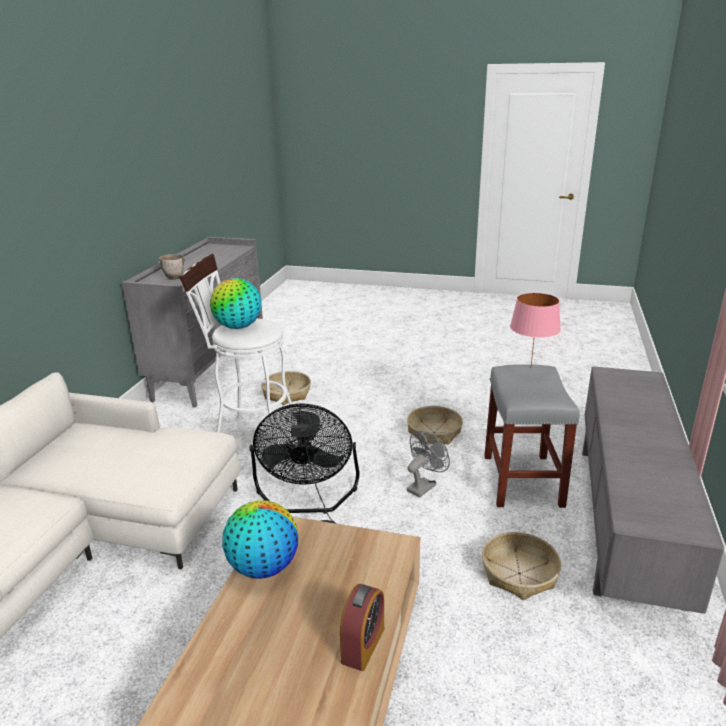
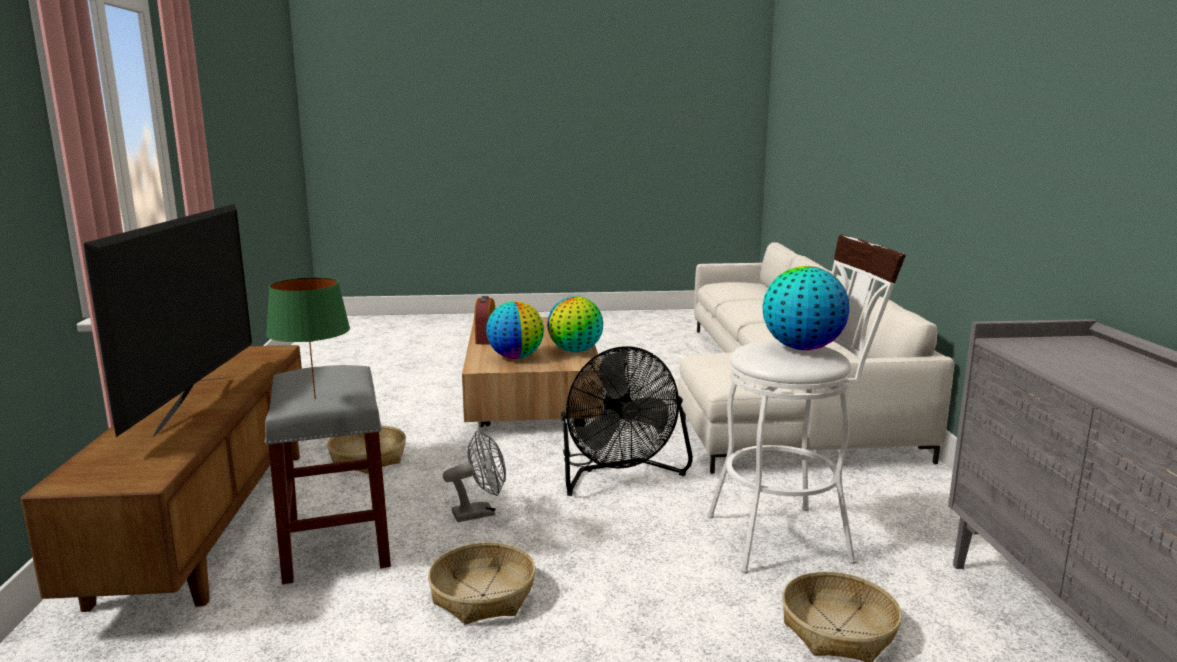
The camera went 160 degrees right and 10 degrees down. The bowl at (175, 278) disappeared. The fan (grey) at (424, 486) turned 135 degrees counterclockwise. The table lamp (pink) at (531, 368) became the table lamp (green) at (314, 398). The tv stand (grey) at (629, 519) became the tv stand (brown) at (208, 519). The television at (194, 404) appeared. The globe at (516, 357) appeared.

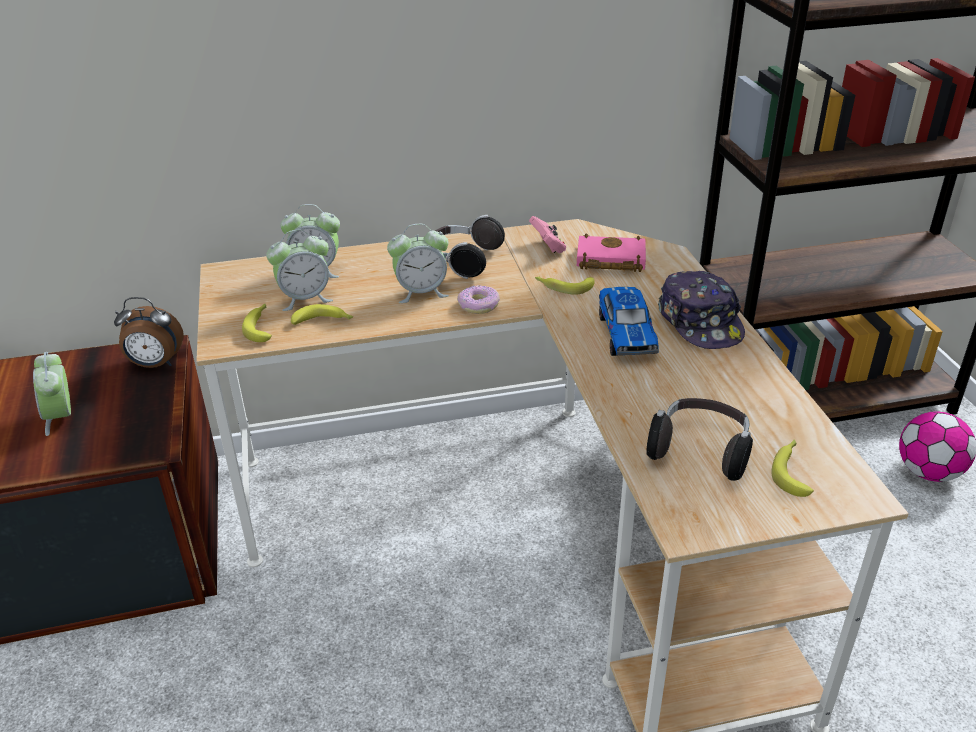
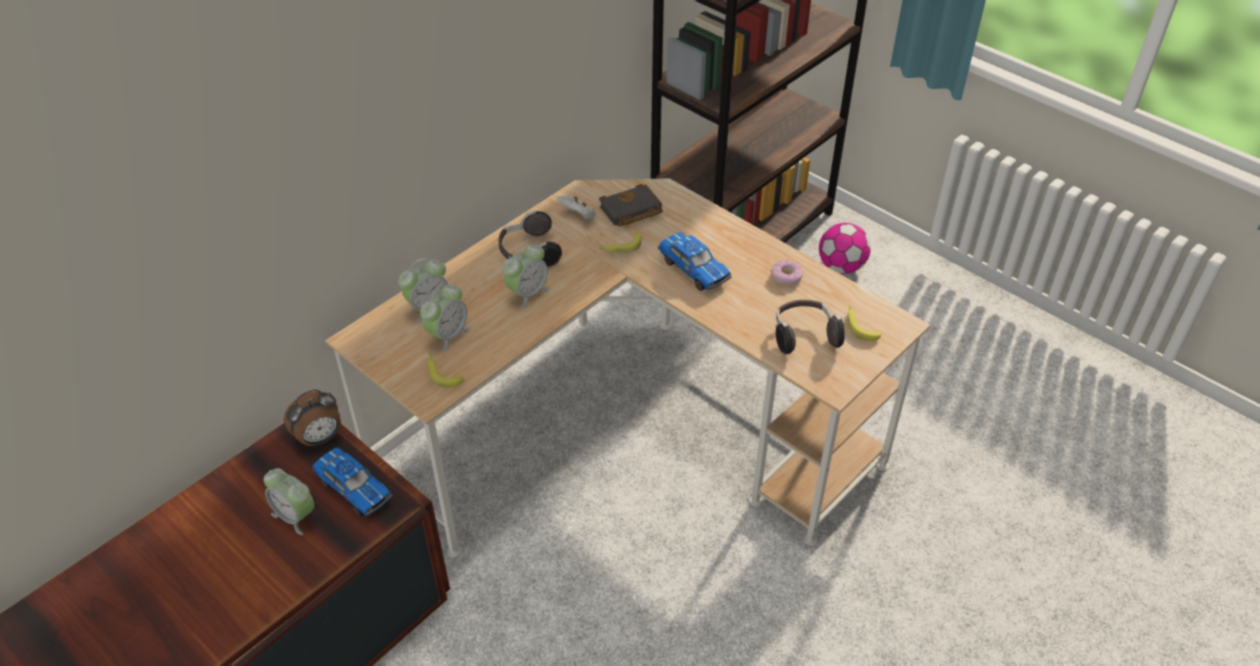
The camera went 35 degrees left and 10 degrees up. The banana at (324, 321) disappeared. The donut moved from (479, 305) to (786, 277). The game controller (pink) at (548, 247) became the game controller (white) at (578, 216). The book (pink) at (608, 260) became the book (black) at (630, 211). The cap at (700, 322) disappeared. The toy car at (353, 488) appeared.

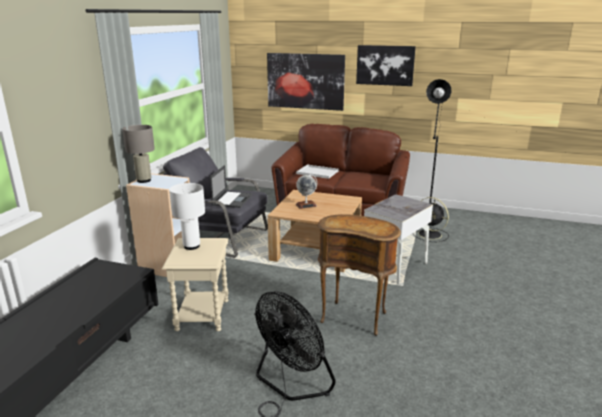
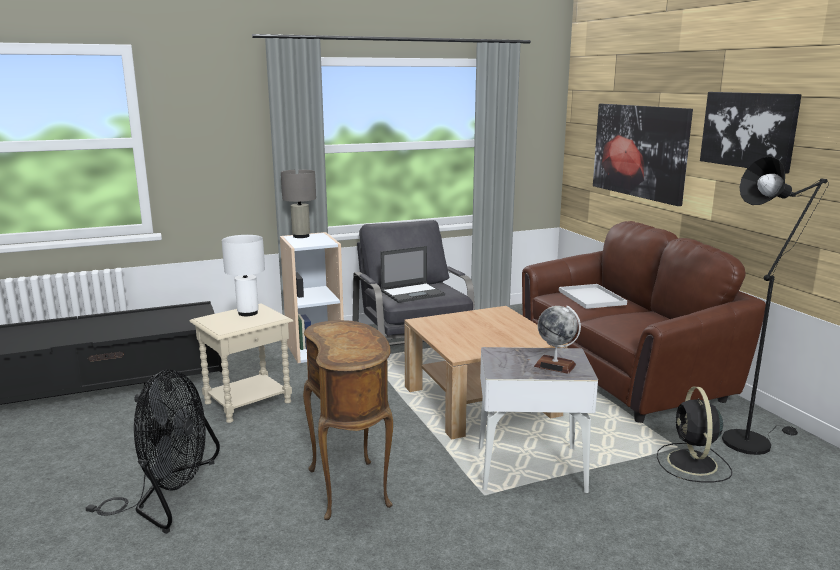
The camera went 50 degrees right and 5 degrees down. The globe moved from (306, 205) to (555, 365).

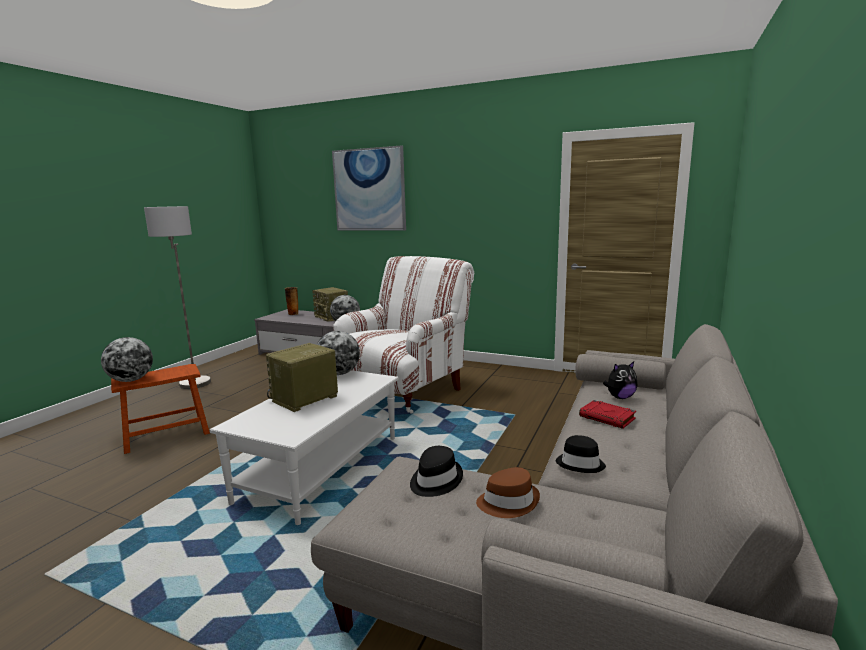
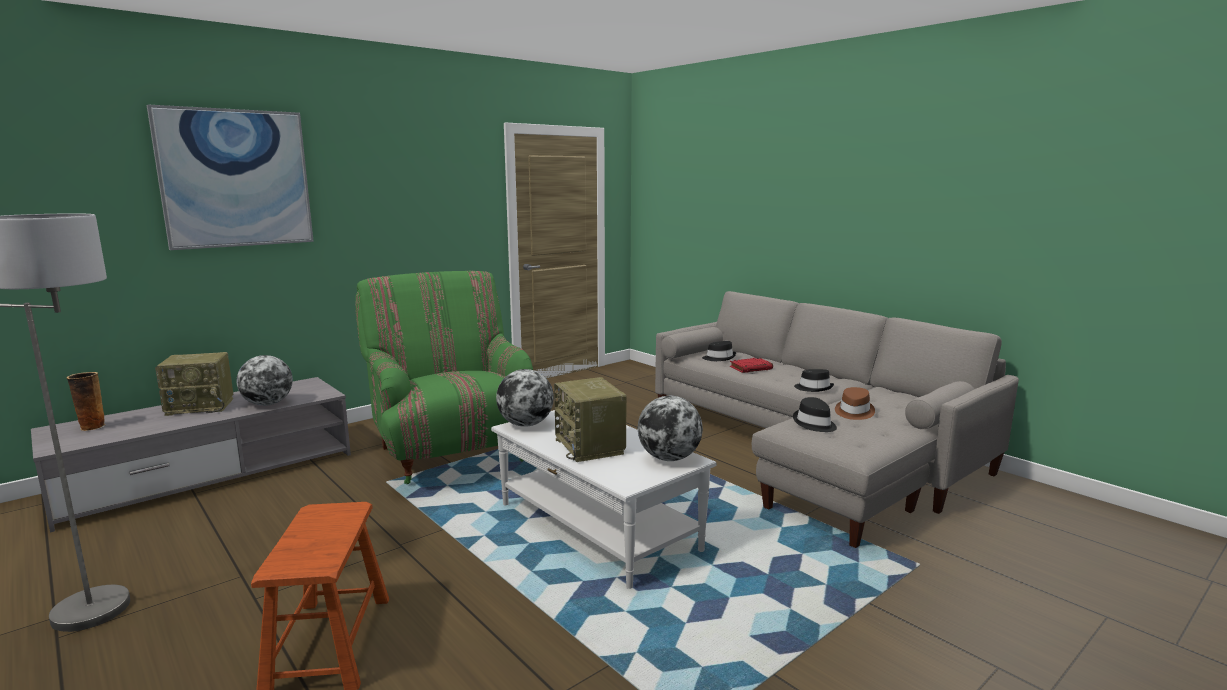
The camera went 65 degrees left and 0 degrees up. The globe moved from (131, 380) to (669, 458). The armchair (white) at (402, 392) became the armchair (green) at (453, 455). The plush toy at (620, 397) was replaced by the hat (black) at (719, 358).

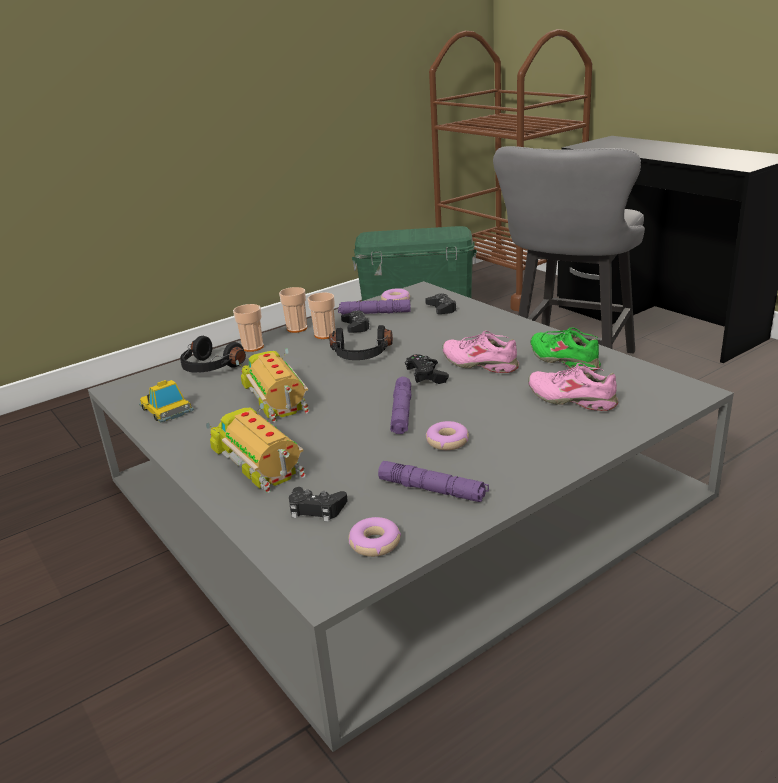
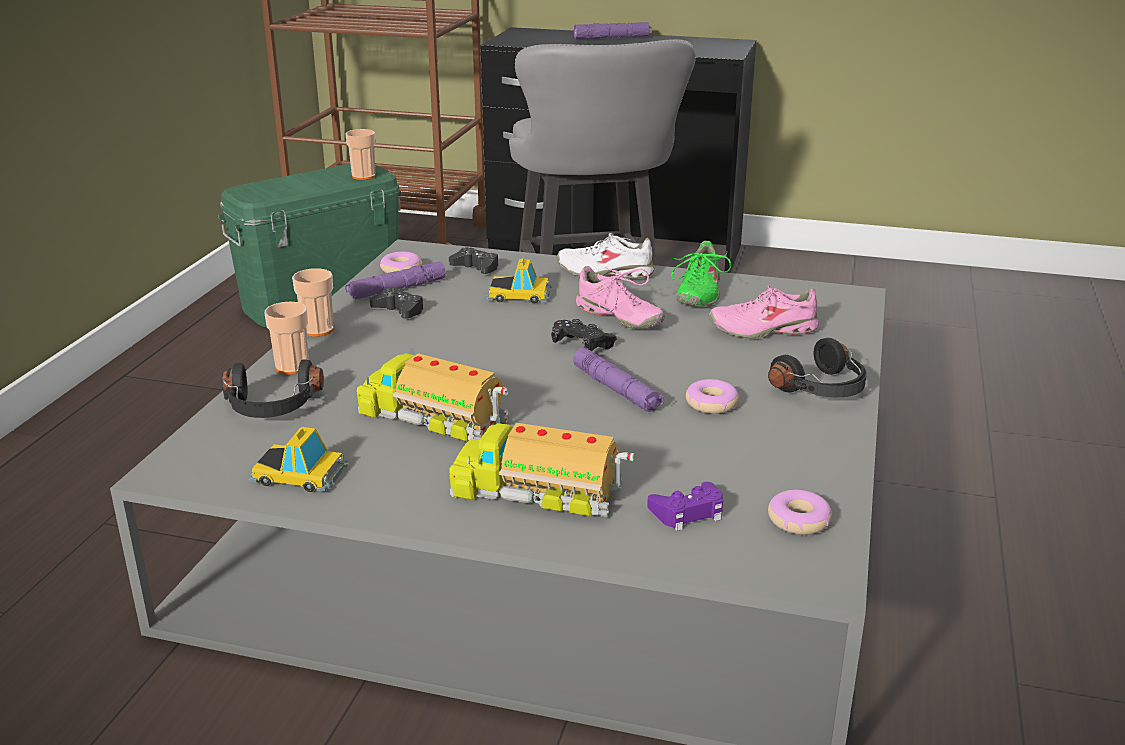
The camera went 40 degrees left and 0 degrees up. The game controller (black) at (316, 509) became the game controller (purple) at (688, 513). The cup moved from (325, 335) to (363, 176). The headphones (black) moved from (361, 356) to (823, 389). The flashlight (purple) moved from (432, 490) to (612, 38). The shoe (pink) at (480, 363) turned 135 degrees counterclockwise. The shoe (green) at (564, 360) turned 90 degrees counterclockwise. The toy car at (519, 294) appeared. The shoe (white) at (605, 272) appeared.

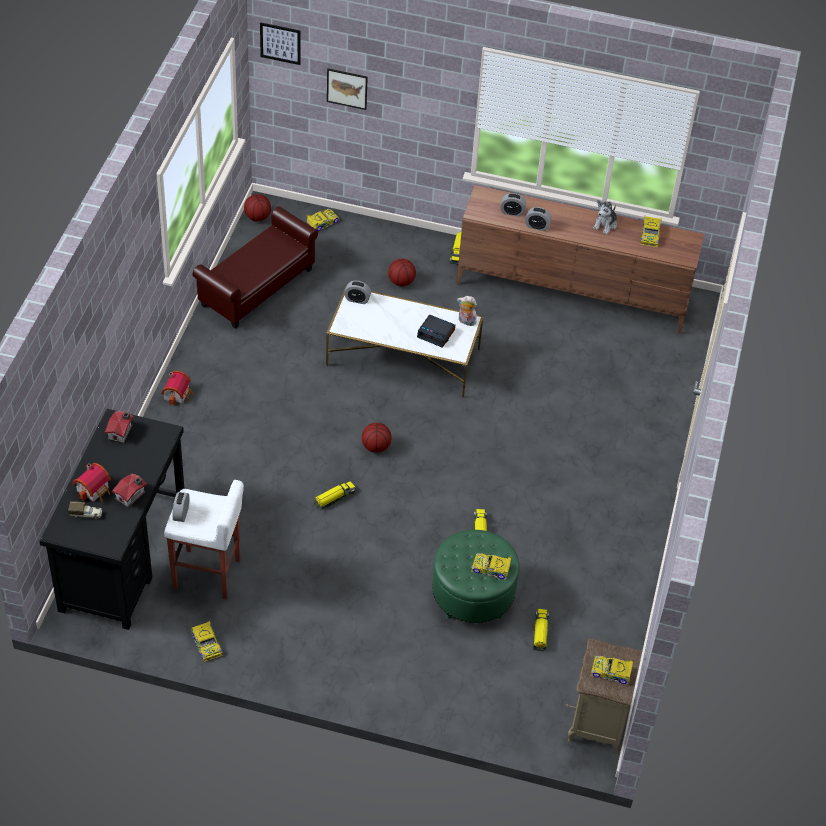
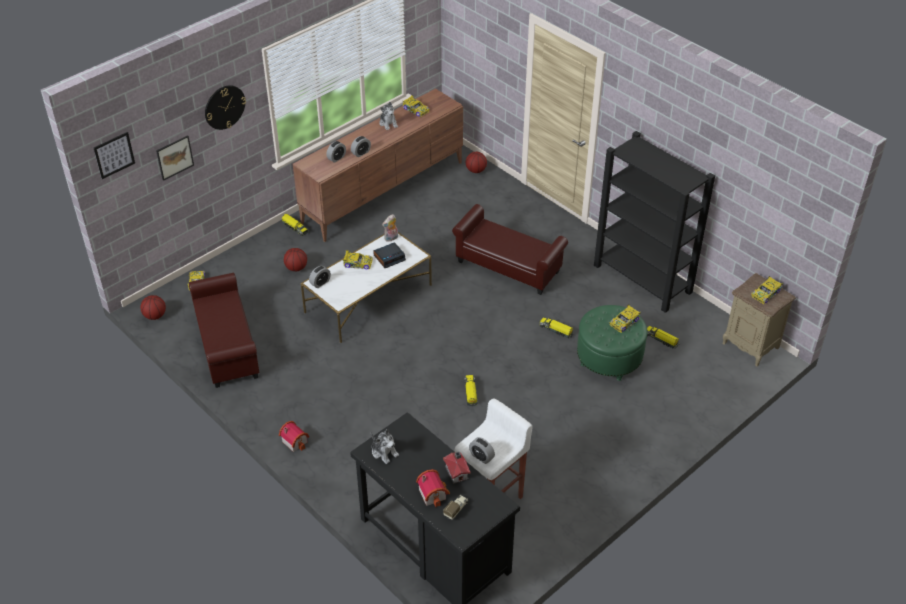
The camera went 55 degrees left and 5 degrees down. The toy house at (121, 432) was replaced by the plush toy at (384, 452). The toy car moved from (206, 644) to (357, 263). The basketball moved from (376, 446) to (476, 170). The wall clock at (224, 107) appeared. The ottoman (brown) at (508, 267) appeared. The bookcase (black) at (642, 278) appeared.

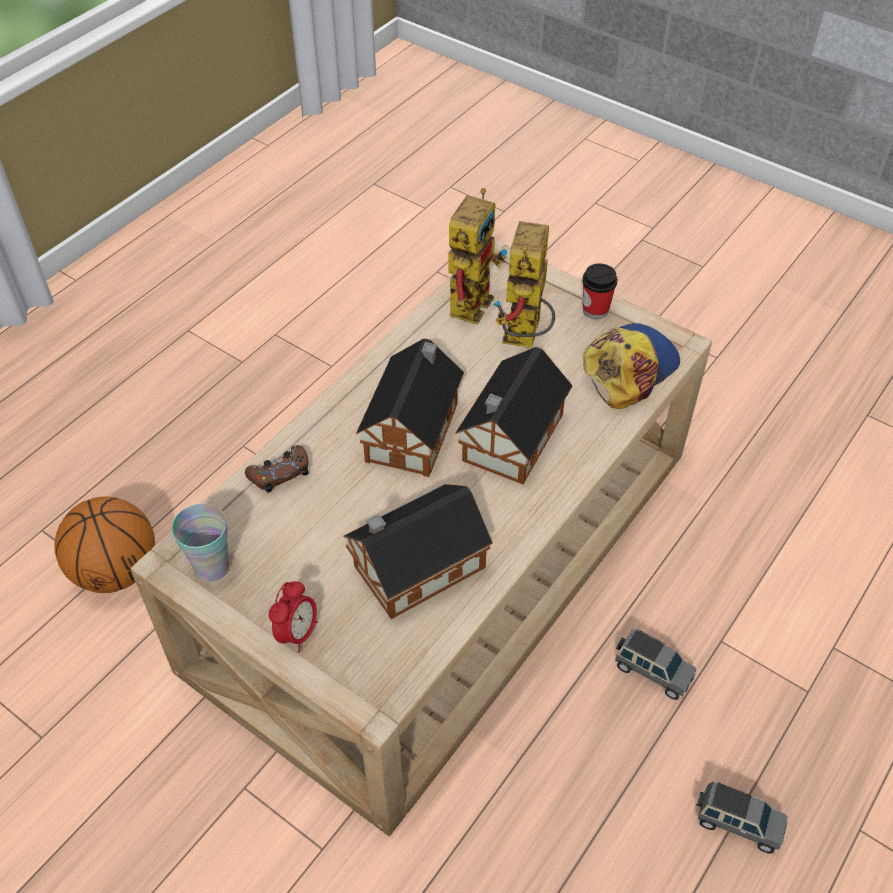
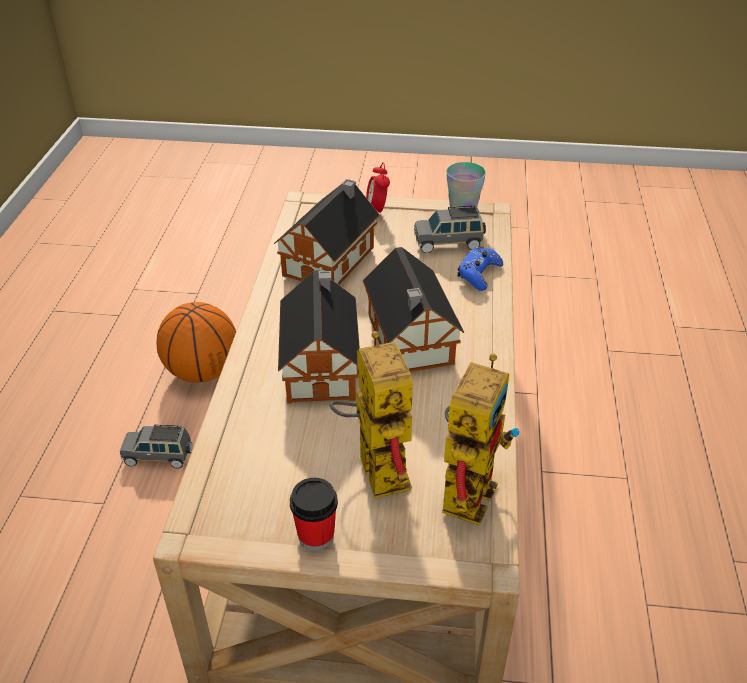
The camera went 150 degrees right and 10 degrees down. The basketball moved from (116, 571) to (202, 372). The game controller (brown) at (280, 473) became the game controller (blue) at (479, 274). The toy robot at (471, 298) turned 150 degrees counterclockwise. The cap at (628, 368) disappeared. The toy car (grey) moved from (736, 823) to (449, 243).

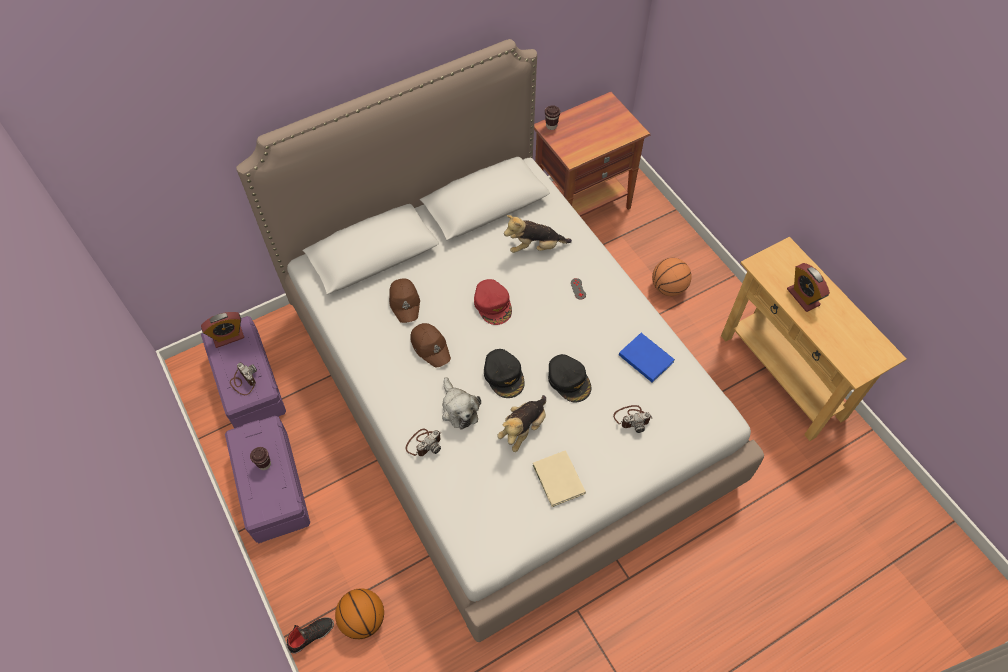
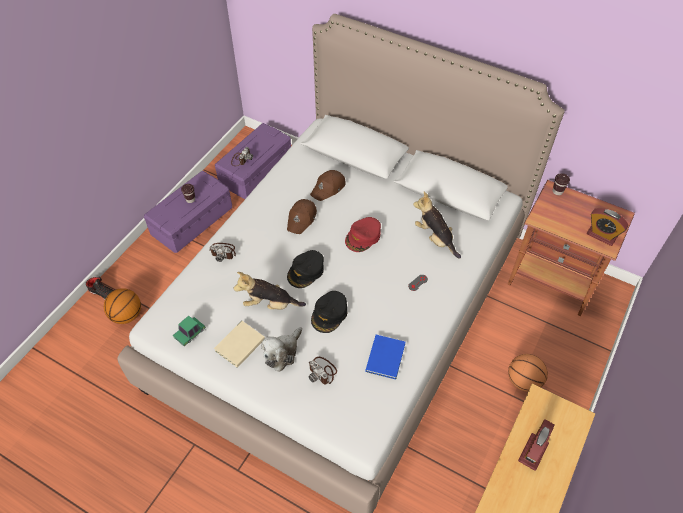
The camera went 60 degrees right and 5 degrees down. The alarm clock moved from (228, 337) to (601, 235). The plush toy moved from (458, 409) to (282, 352). The toy car at (190, 333) appeared.

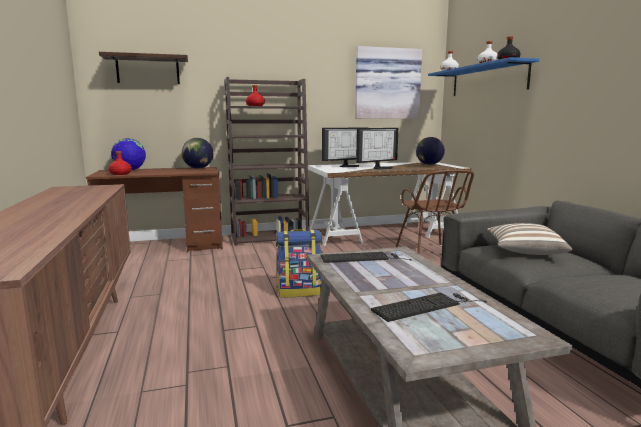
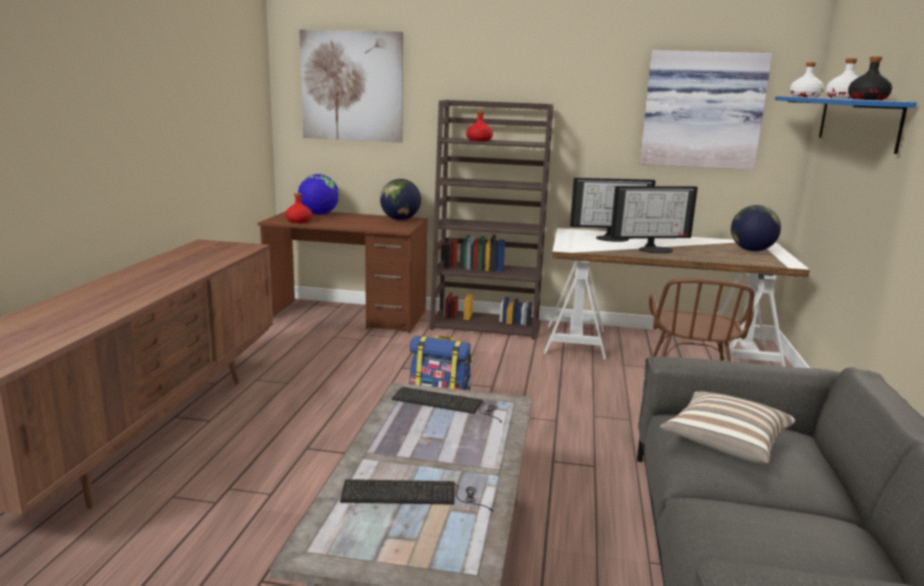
The camera went 25 degrees right and 5 degrees up. The shelf at (148, 70) was replaced by the picture at (352, 86).

